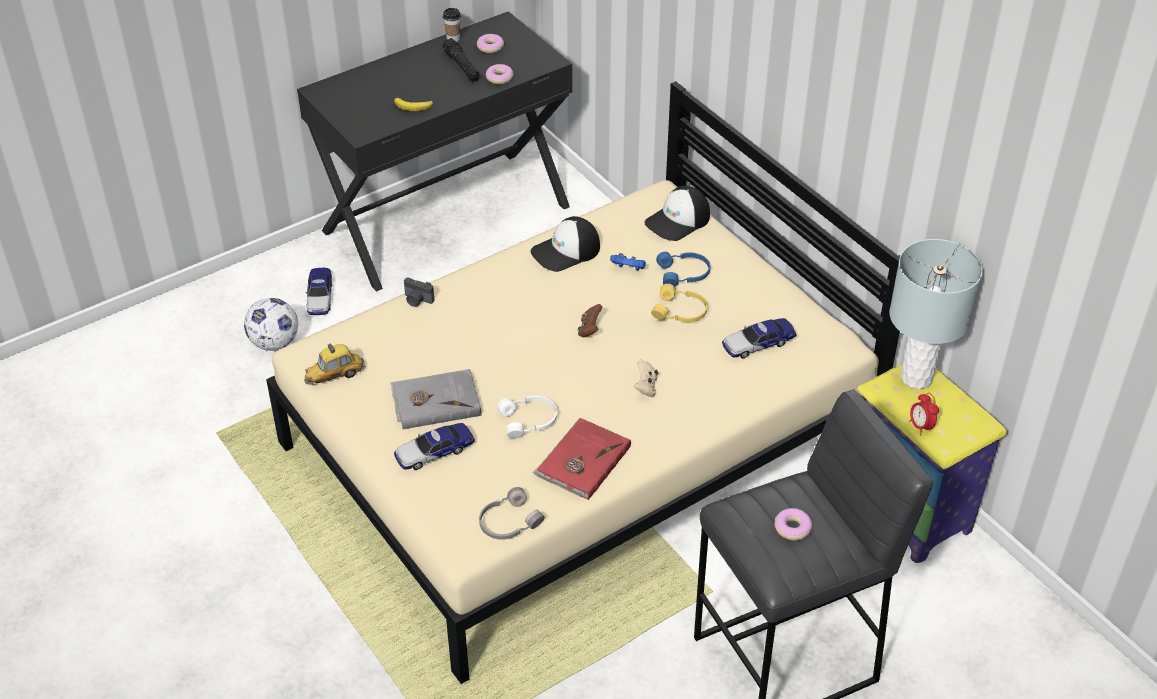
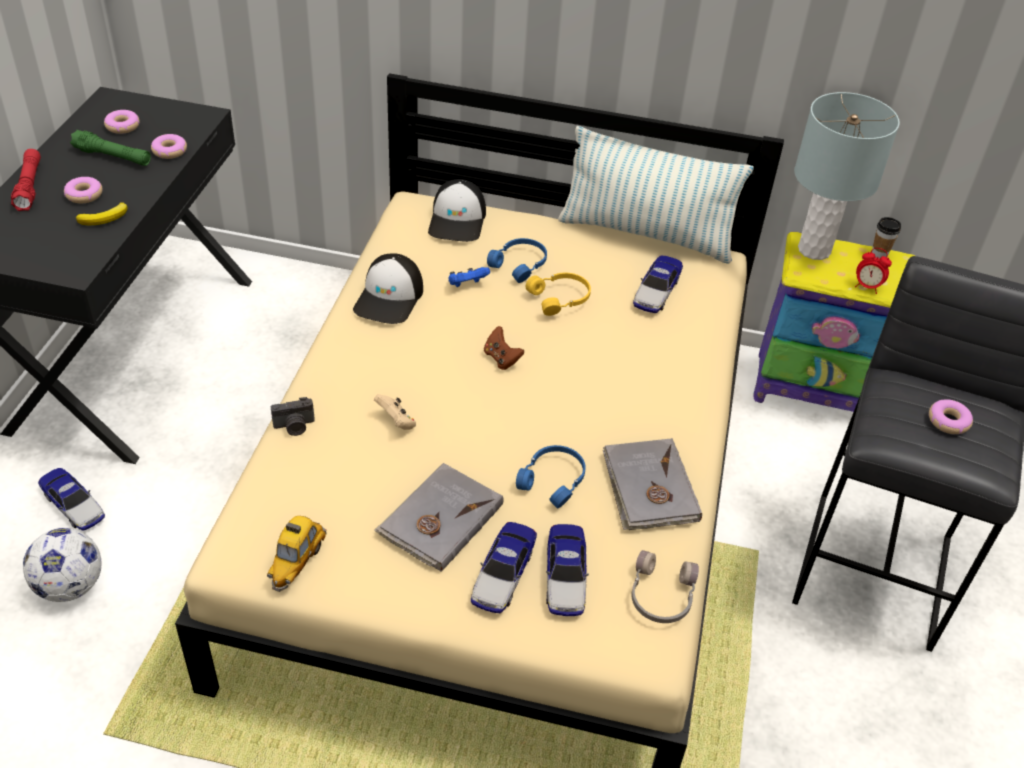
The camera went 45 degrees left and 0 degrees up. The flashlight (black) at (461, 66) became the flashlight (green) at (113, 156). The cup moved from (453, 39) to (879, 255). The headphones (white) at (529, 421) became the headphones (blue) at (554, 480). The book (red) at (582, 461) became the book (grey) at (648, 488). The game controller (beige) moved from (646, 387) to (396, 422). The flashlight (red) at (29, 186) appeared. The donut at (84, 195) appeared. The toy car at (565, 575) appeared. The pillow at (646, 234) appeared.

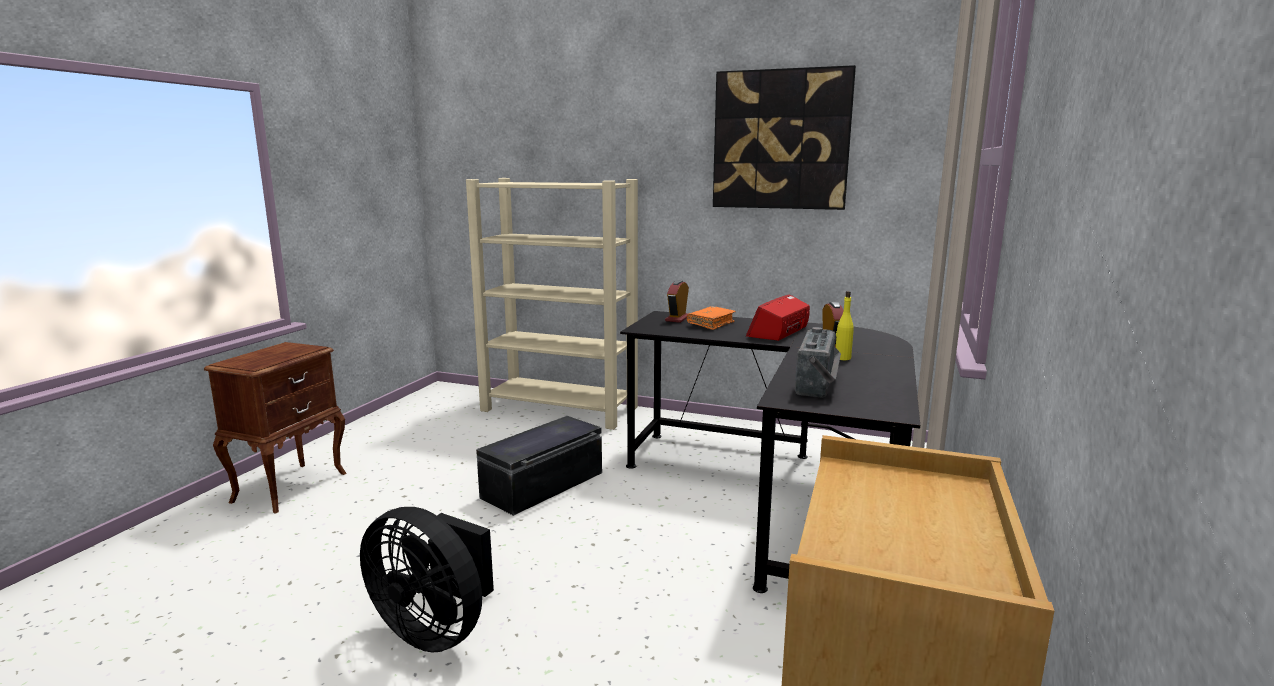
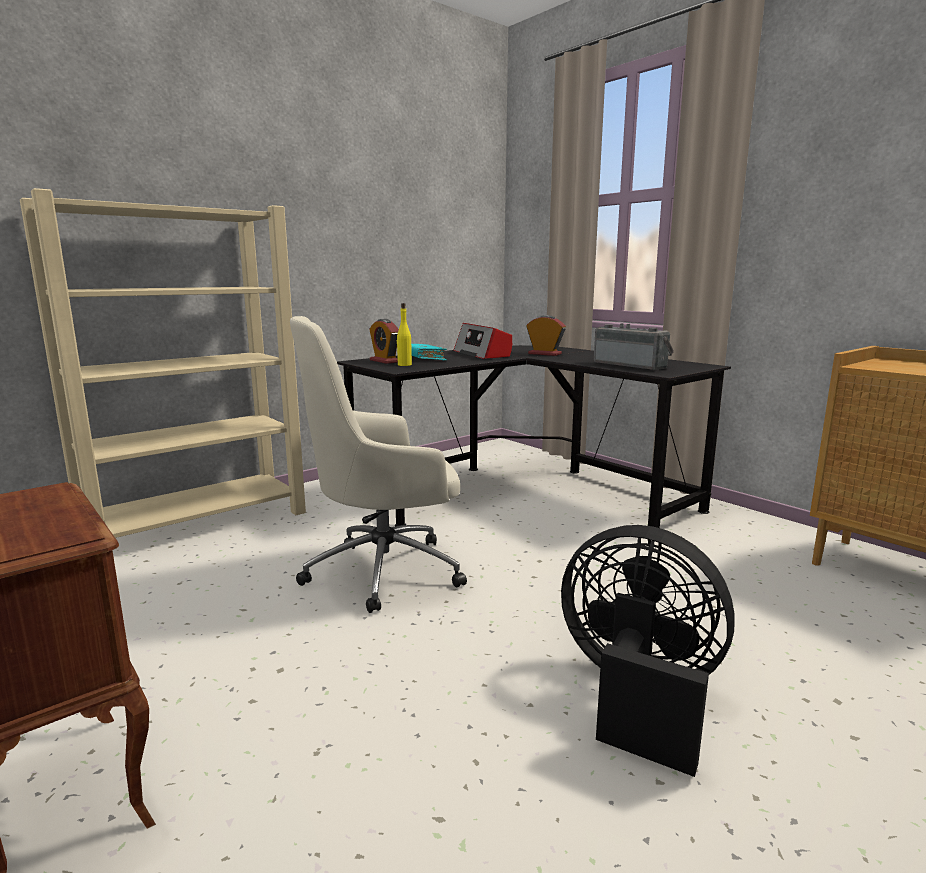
The camera went 60 degrees left and 0 degrees up. The fan (black) at (435, 629) turned 120 degrees counterclockwise. The storage box (black) at (544, 485) was replaced by the office chair (beige) at (383, 573). The book (orange) at (711, 324) became the book (turquoise) at (423, 359). The picture at (781, 140) disappeared. The bottle (yellow) moved from (842, 358) to (404, 365).

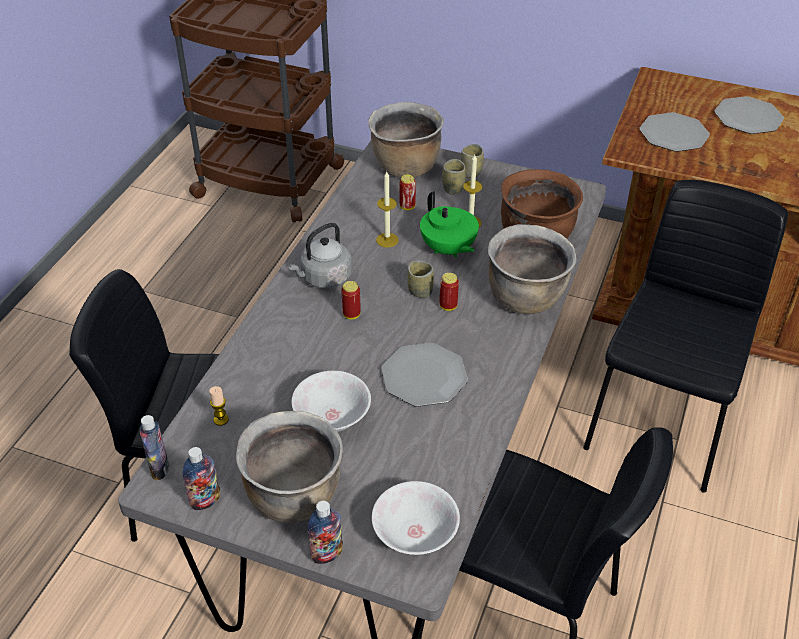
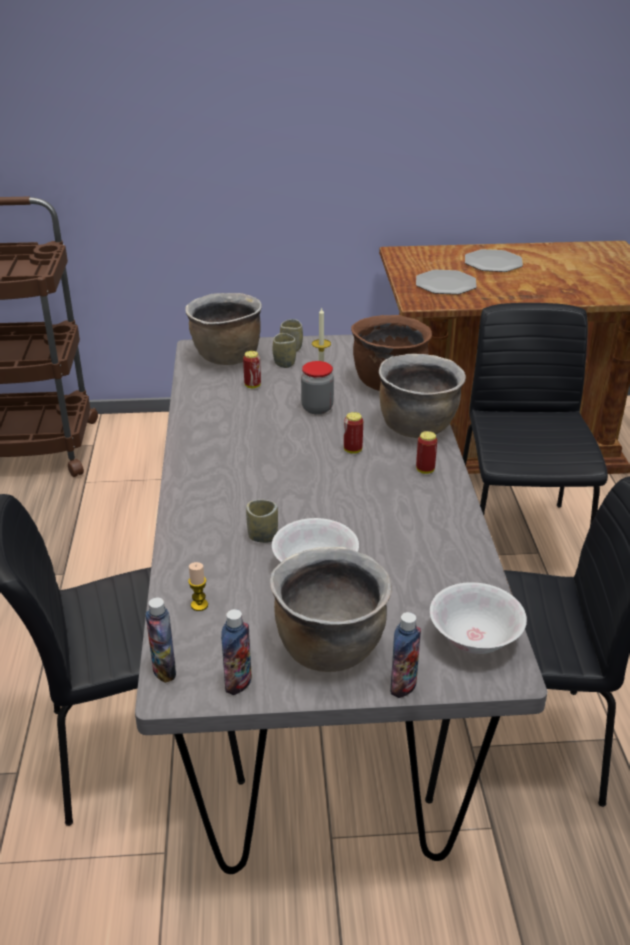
The camera went 25 degrees left and 10 degrees down. The kettle (grey) at (324, 278) disappeared. The can moved from (351, 314) to (425, 470). The candle at (387, 240) disappeared. The plate at (424, 376) disappeared. The cup moved from (420, 291) to (263, 536). The teapot (green) at (448, 249) was replaced by the jar at (317, 408).

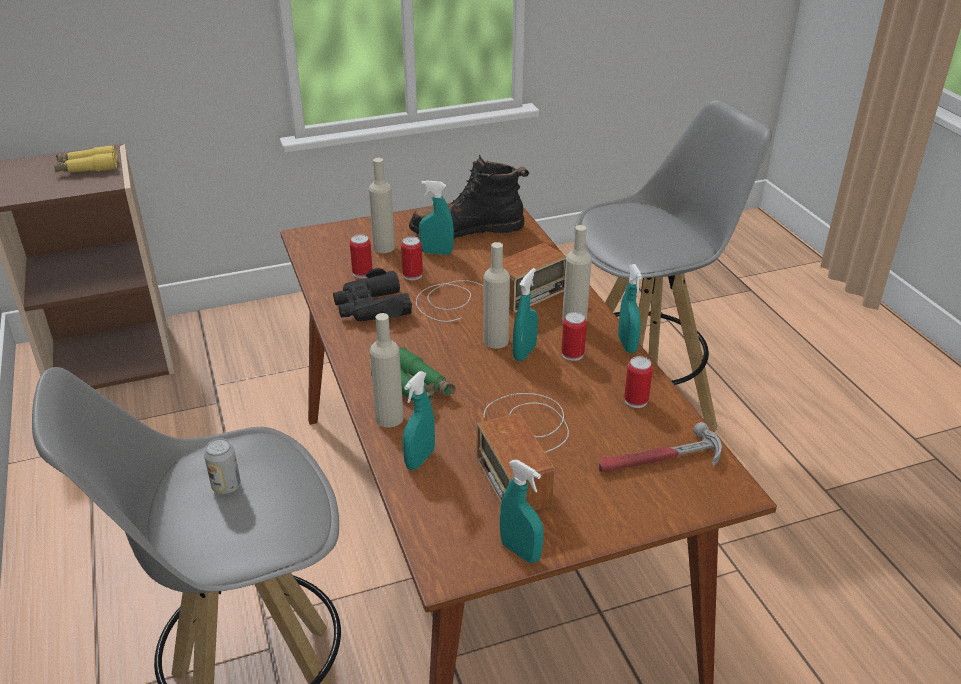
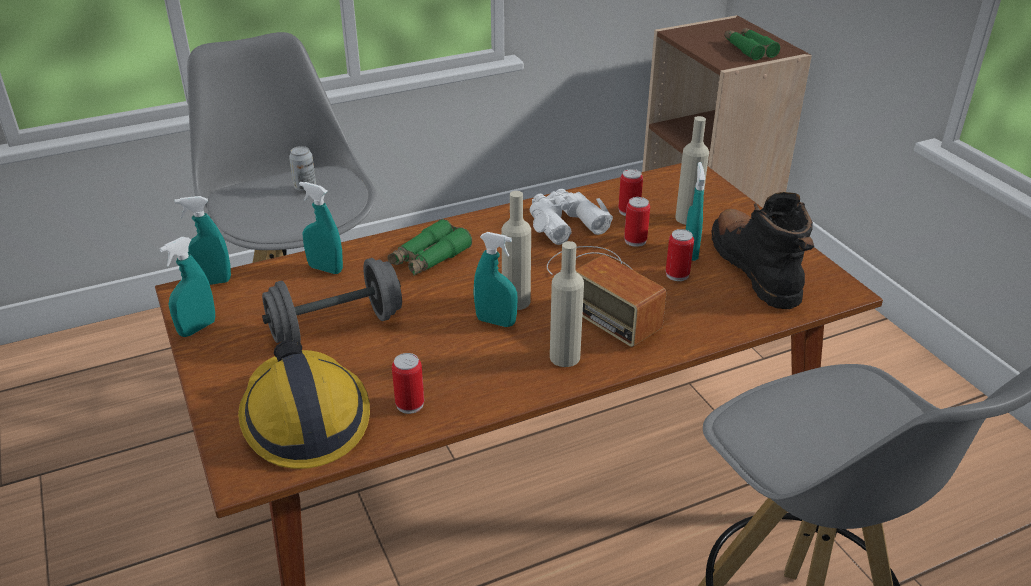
The camera went 85 degrees right and 0 degrees up. The binoculars (yellow) at (87, 168) became the binoculars (green) at (749, 49). The binoculars (black) at (372, 307) became the binoculars (white) at (564, 223). The bottle (beige) at (389, 418) disappeared. The radio at (525, 447) was replaced by the dumbbell (grey) at (336, 327). The can moved from (572, 354) to (677, 274). The hammer at (659, 460) was replaced by the hard hat at (304, 418). The spray bottle (turquoise) moved from (627, 345) to (211, 282).

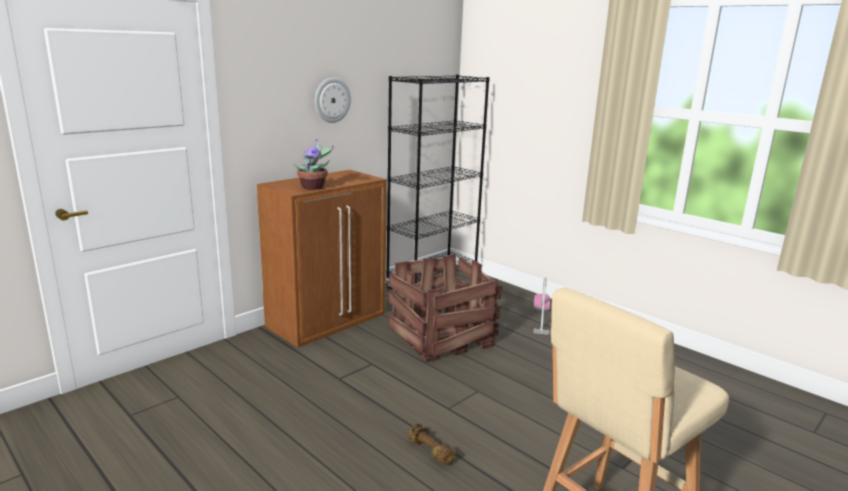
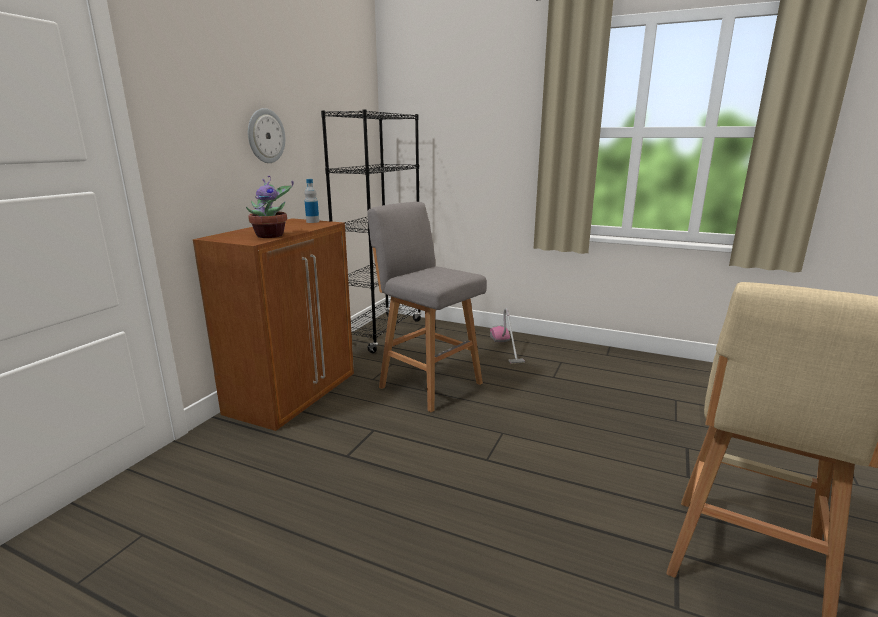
The camera went 20 degrees left and 0 degrees up. The crate at (442, 336) was replaced by the stool (grey) at (428, 384). The dumbbell (brown) at (430, 451) disappeared. The bottle at (312, 221) appeared.

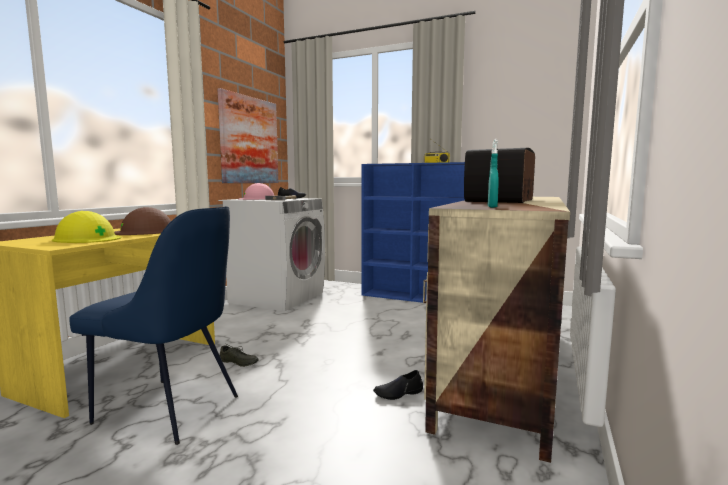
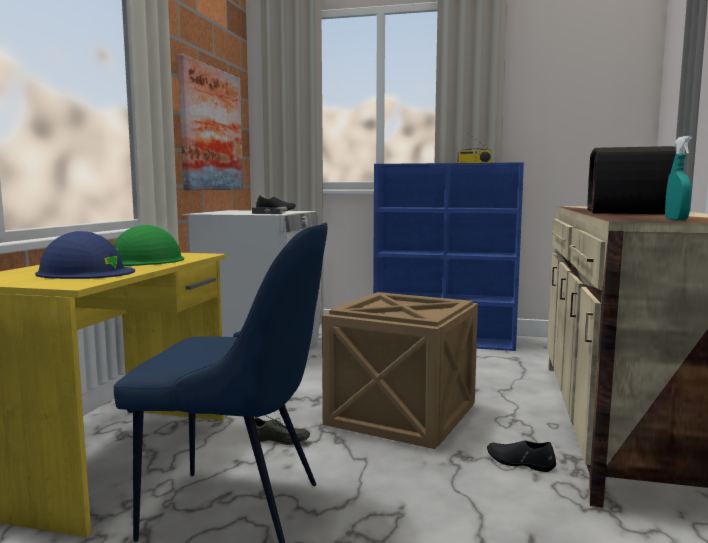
The camera went 10 degrees left and 0 degrees up. The hard hat (yellow) at (87, 238) became the hard hat (blue) at (85, 272). The hard hat (brown) at (145, 231) became the hard hat (green) at (143, 260). The hard hat (pink) at (257, 199) disappeared. The shoe (black) at (398, 393) turned 60 degrees clockwise. The crate at (403, 416) appeared.

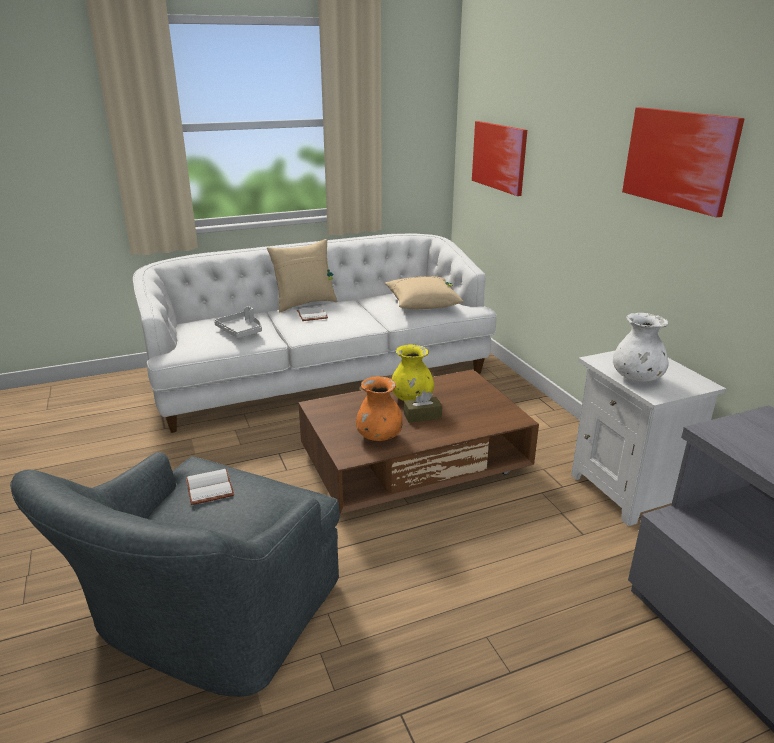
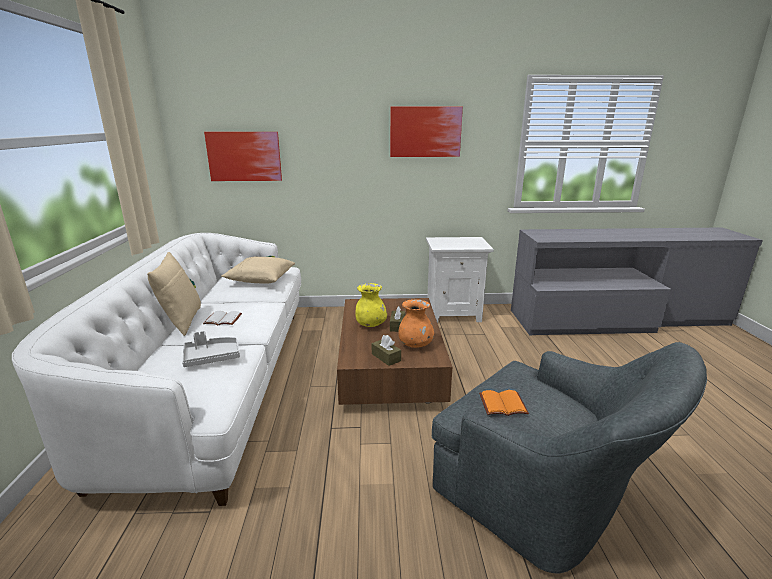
The camera went 70 degrees left and 5 degrees down. The book (white) at (211, 488) became the book (orange) at (503, 403). The vase (white) at (637, 378) disappeared. The tissue box (brown) at (386, 357) appeared.

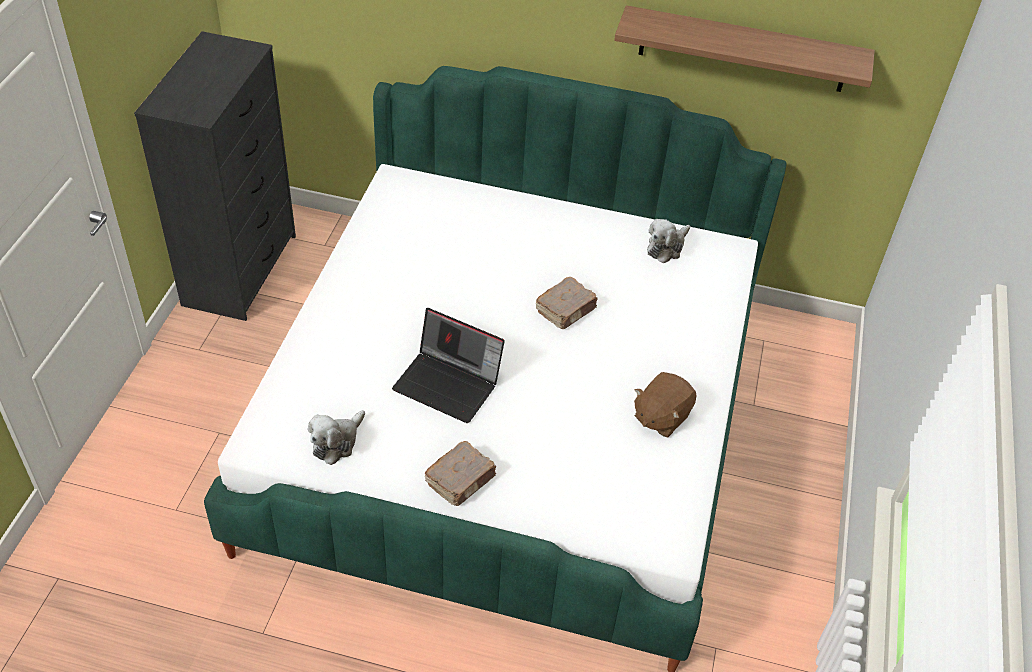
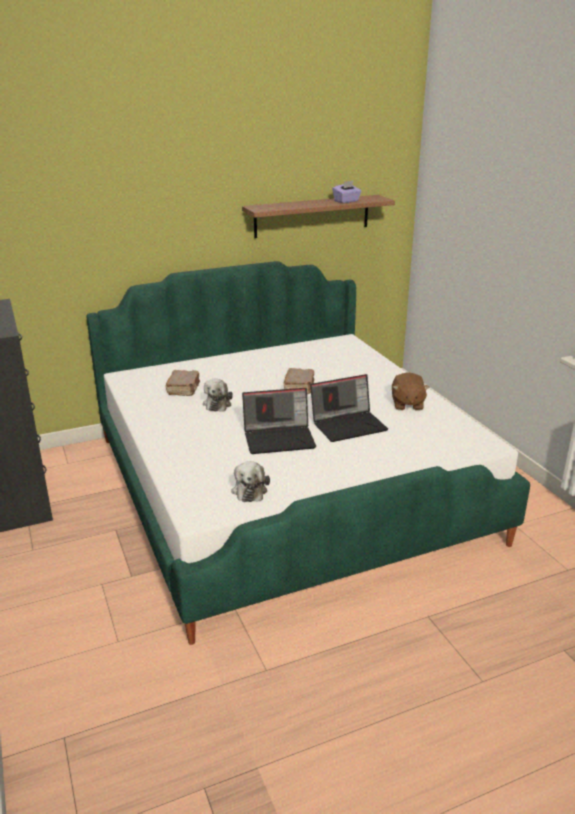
The camera went 35 degrees left and 20 degrees down. The book (brown) moved from (461, 480) to (184, 389). The plush toy moved from (666, 247) to (218, 404). The laptop at (349, 425) appeared. The tissue box (purple) at (346, 201) appeared.

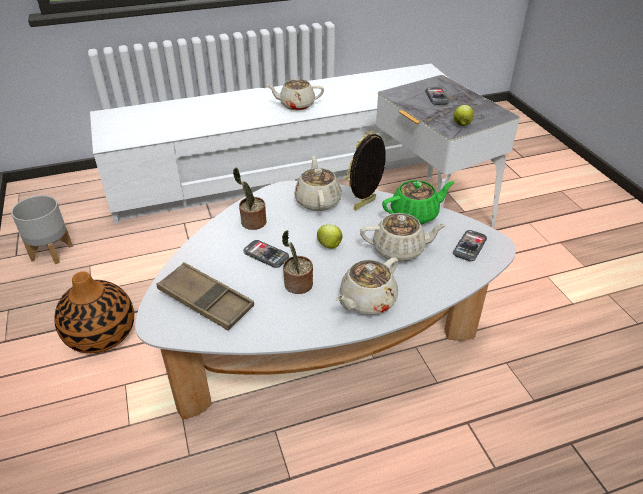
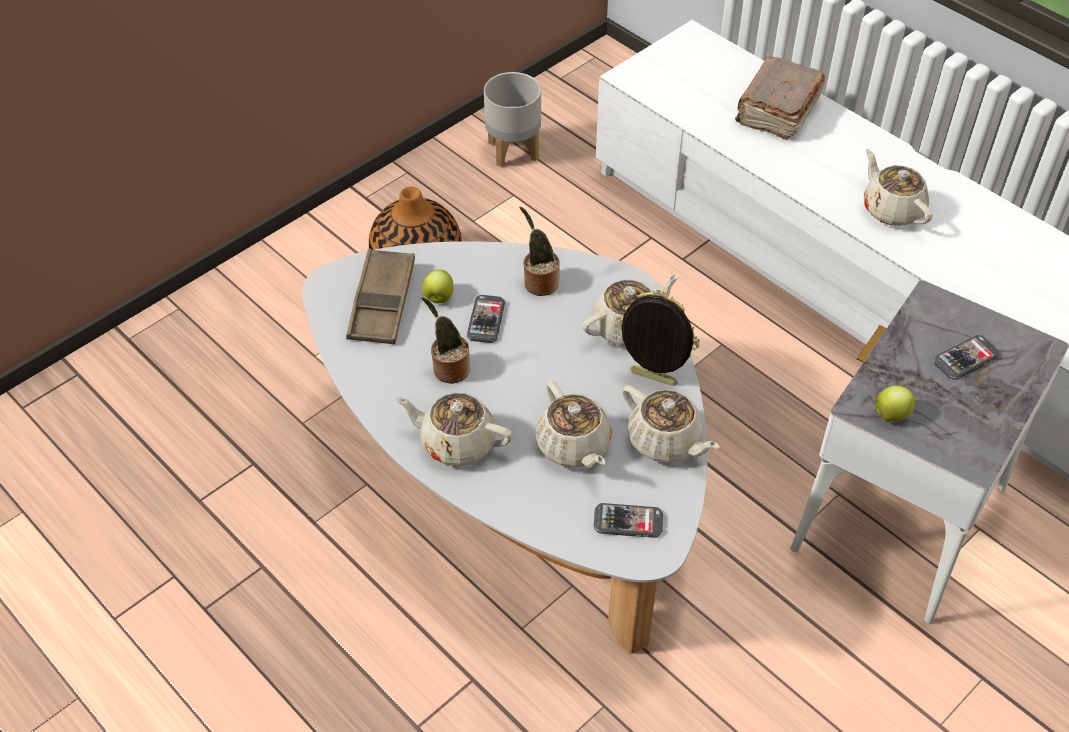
The camera went 65 degrees right and 10 degrees up. The apple moved from (330, 245) to (438, 298). The teapot (green) at (415, 214) became the teapot (beige) at (665, 441). The book (brown) at (776, 111) appeared.

